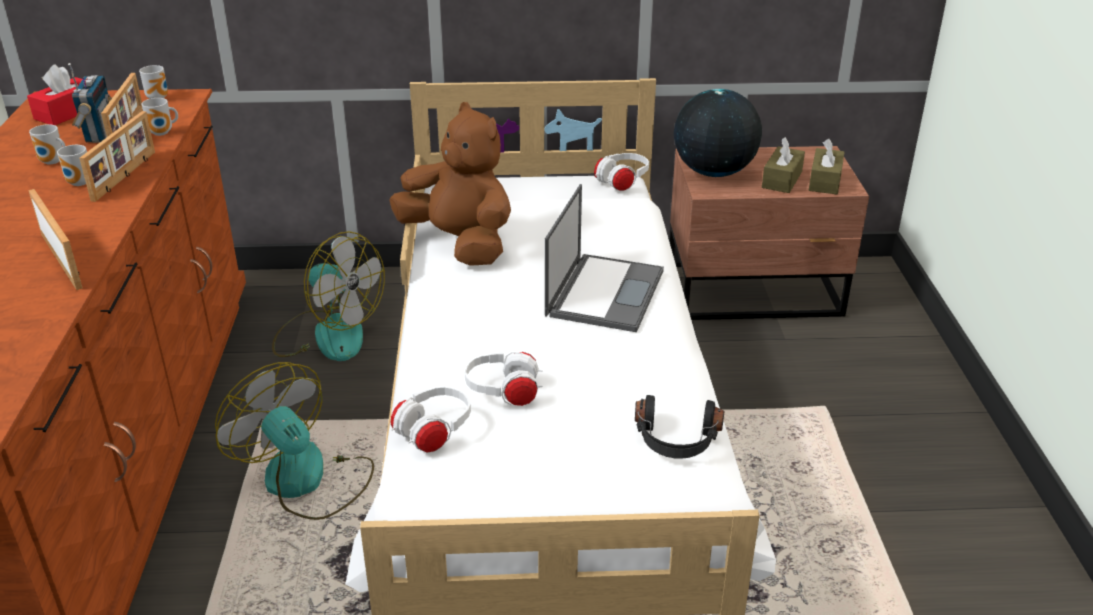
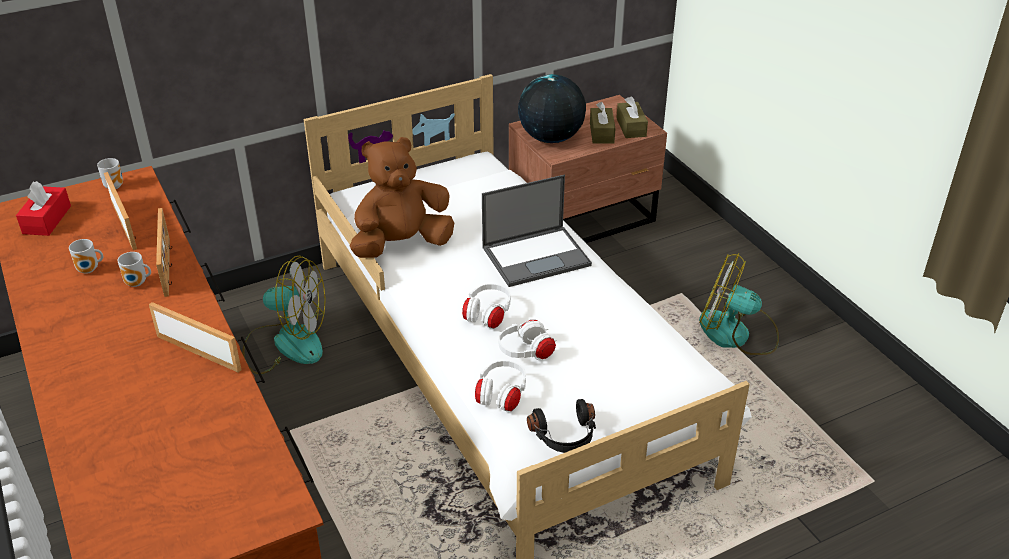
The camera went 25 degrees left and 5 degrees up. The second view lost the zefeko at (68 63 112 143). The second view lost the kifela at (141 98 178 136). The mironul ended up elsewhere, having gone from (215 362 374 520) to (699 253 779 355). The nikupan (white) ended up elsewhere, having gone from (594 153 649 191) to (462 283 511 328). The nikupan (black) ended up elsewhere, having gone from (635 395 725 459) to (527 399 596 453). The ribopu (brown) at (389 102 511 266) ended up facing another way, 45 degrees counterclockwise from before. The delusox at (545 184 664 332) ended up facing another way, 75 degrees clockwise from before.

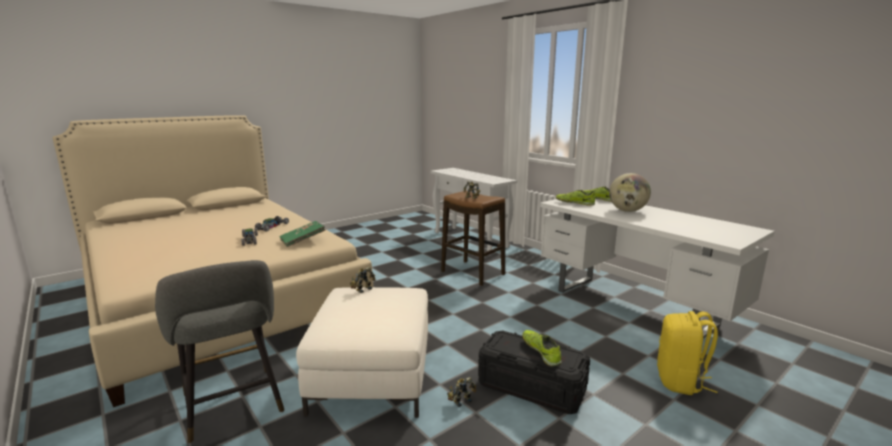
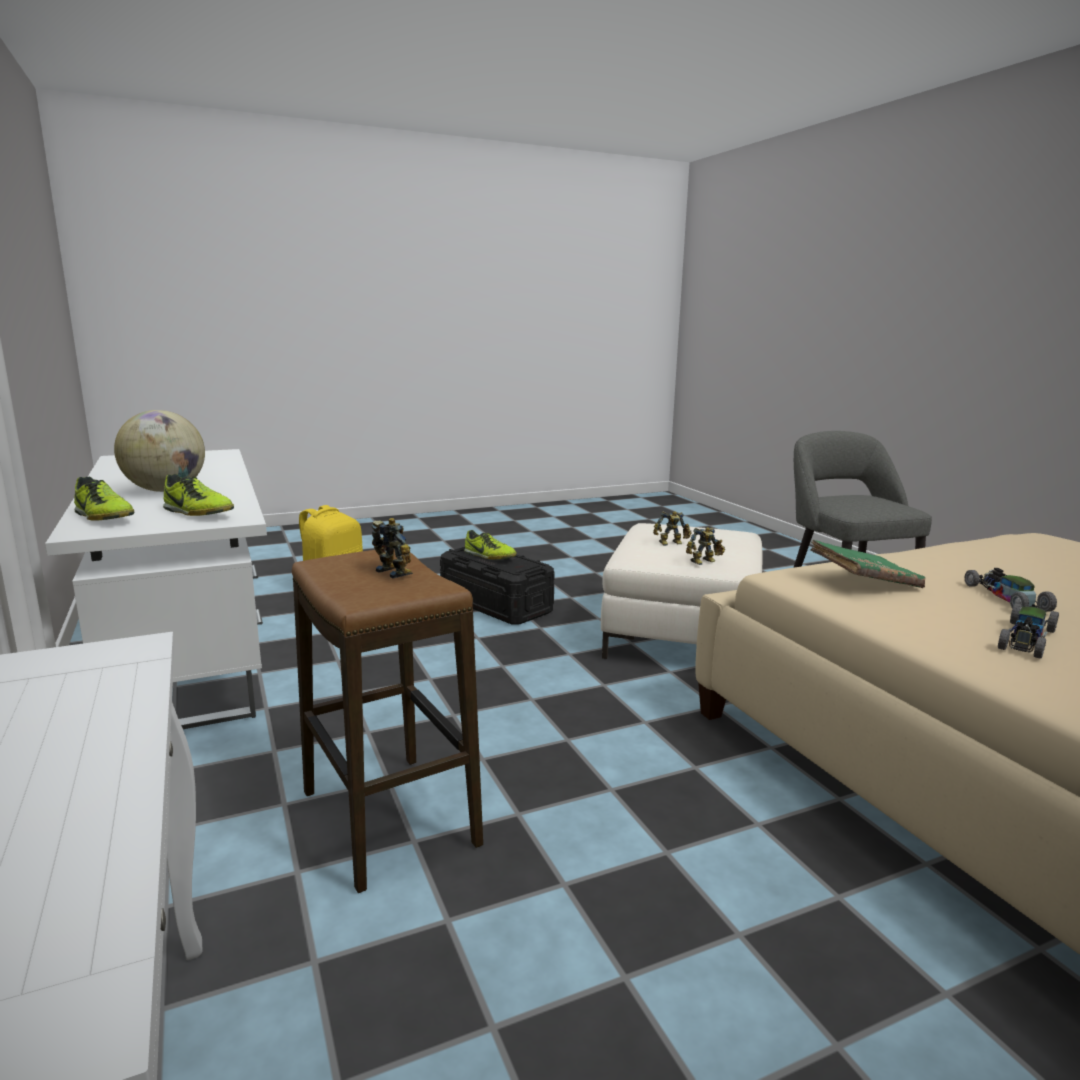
The camera went 165 degrees left and 0 degrees up. The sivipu ended up elsewhere, having gone from (447 377 476 407) to (653 511 691 546). The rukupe at (522 330 562 366) ended up facing another way, 45 degrees counterclockwise from before.

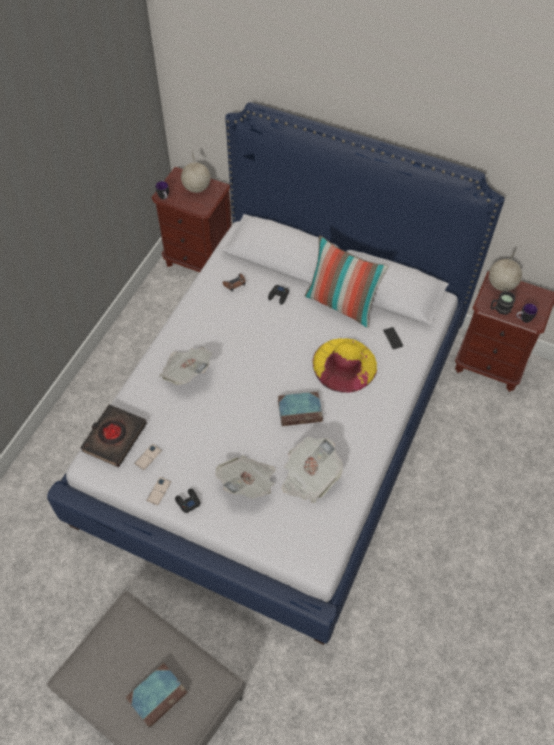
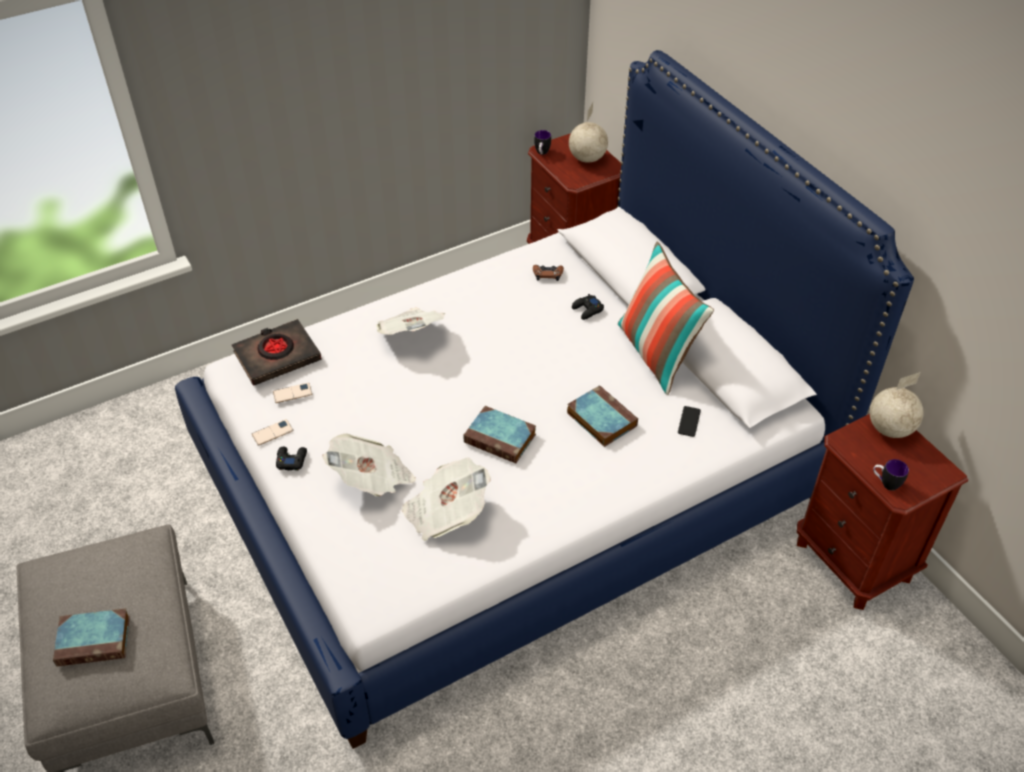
The camera went 35 degrees right and 10 degrees down. The second view lost the kifela (black) at (490 291 515 315). Where the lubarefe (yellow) stood at (312 338 377 393), the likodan came to stand at (567 385 638 447).

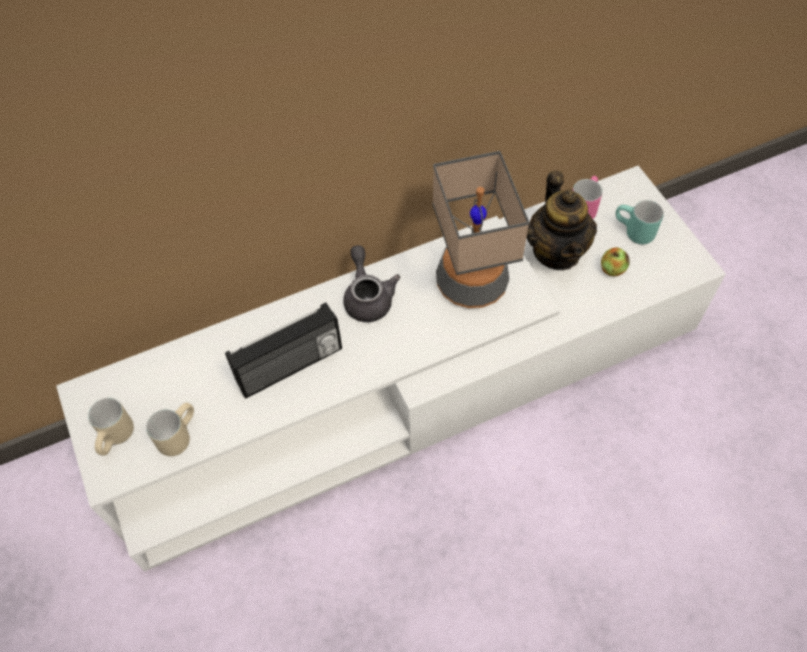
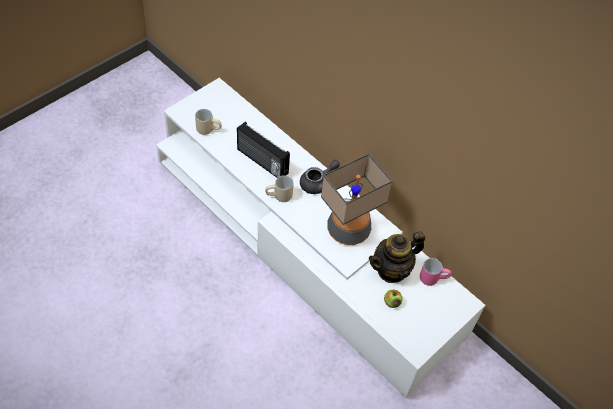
The camera went 65 degrees right and 5 degrees down. The second view lost the kifela (turquoise) at (616 200 664 244). The kifela (beige) ended up elsewhere, having gone from (88 398 134 456) to (265 175 294 202).

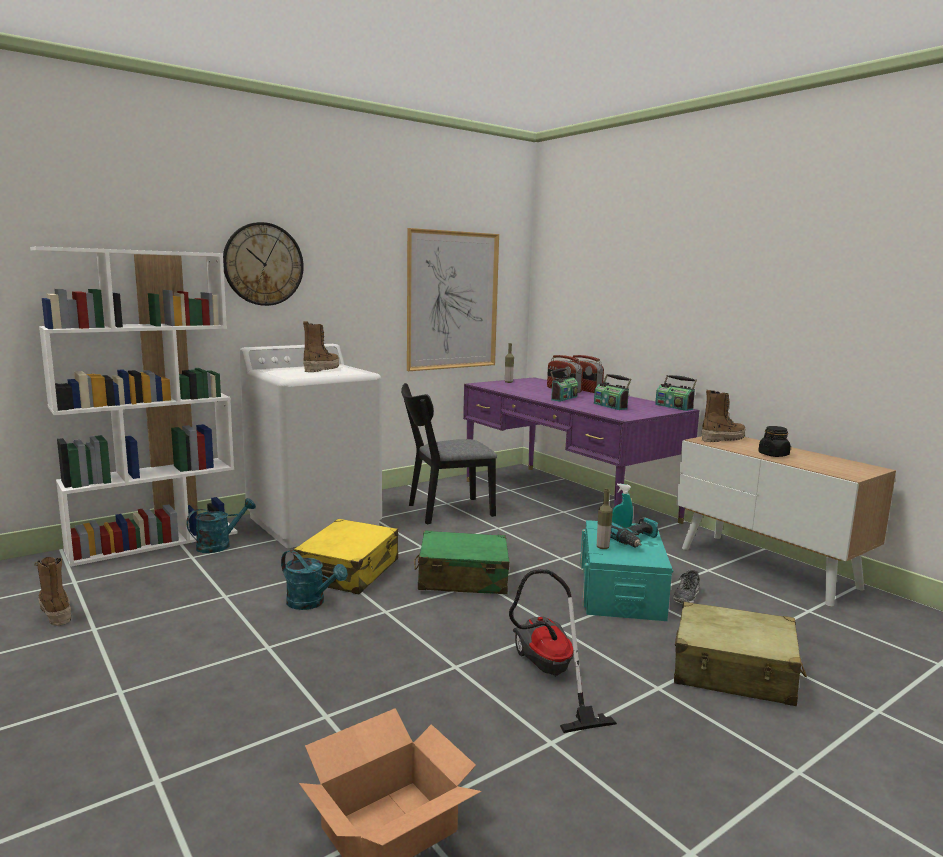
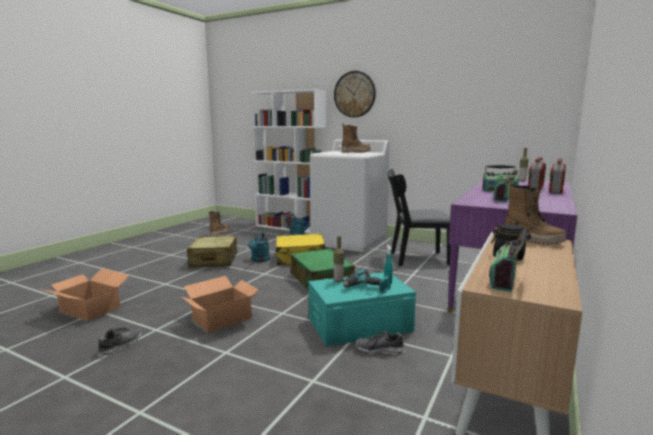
The camera went 65 degrees right and 0 degrees up. The second view lost the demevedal at (407 228 499 371). The second view gained the rukupe at (97 326 141 357). The zefeko ended up elsewhere, having gone from (655 375 697 411) to (489 229 527 292). The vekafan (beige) ended up elsewhere, having gone from (674 602 807 706) to (187 236 237 268). Where the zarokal stood at (509 569 617 733), the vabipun came to stand at (182 276 259 333). The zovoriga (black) at (401 383 497 524) ended up facing another way, 45 degrees counterclockwise from before.

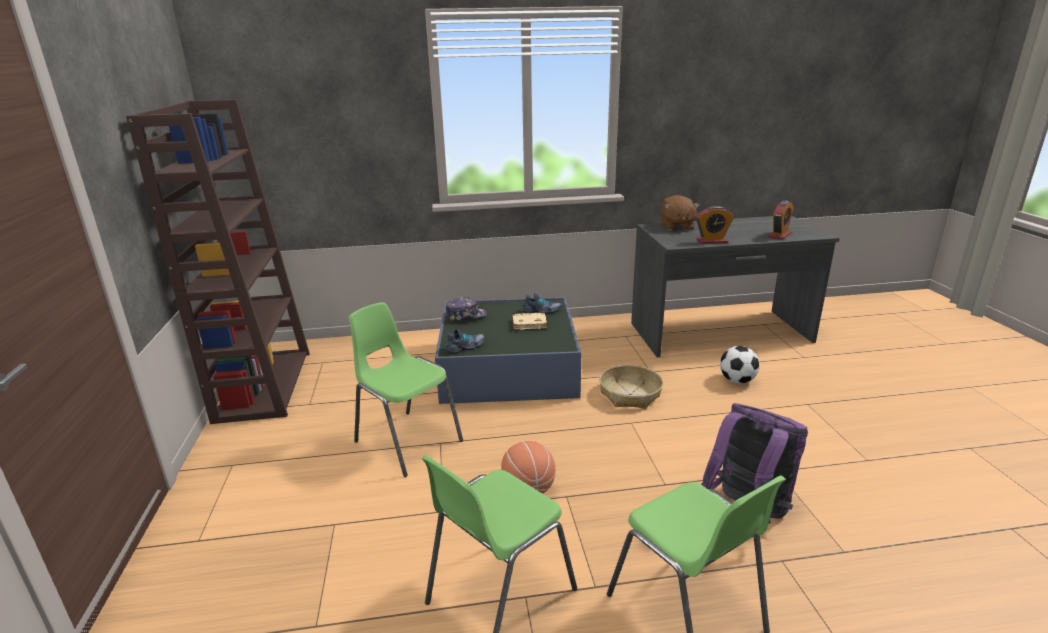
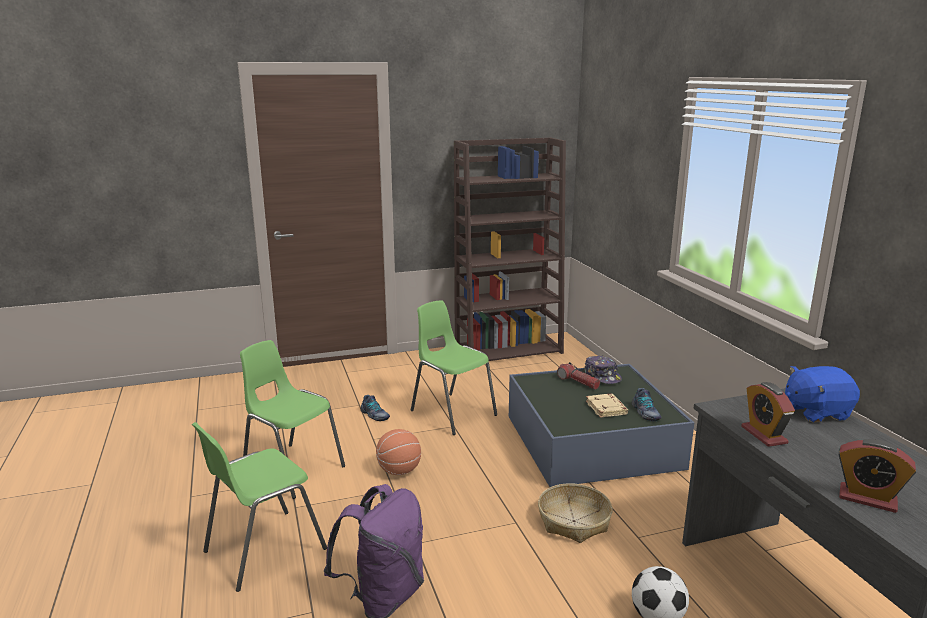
The camera went 80 degrees right and 5 degrees down. The second view gained the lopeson at (557 362 600 390). The rukupe ended up elsewhere, having gone from (445 329 485 354) to (361 395 390 421). What was the ribopu (brown) at (661 195 700 231) turned into the ribopu (blue) at (785 366 860 422). The zovoriga (green) at (349 302 463 477) ended up facing another way, 75 degrees counterclockwise from before.

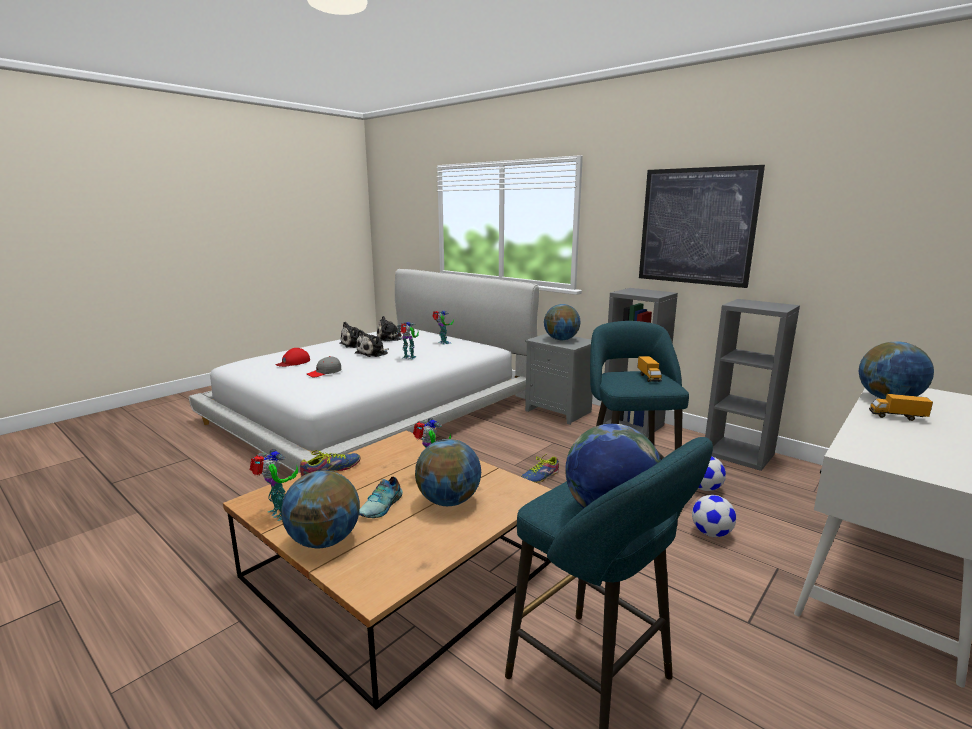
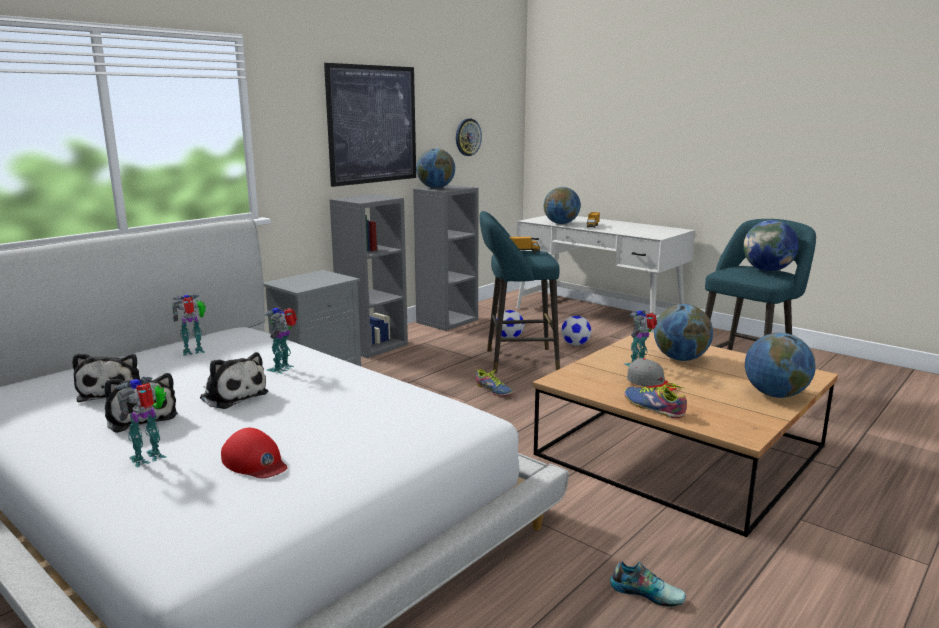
The camera went 90 degrees left and 0 degrees up. The second view gained the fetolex at (456 119 482 156). The sivipu ended up elsewhere, having gone from (250 449 298 521) to (115 377 167 467). The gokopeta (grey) ended up elsewhere, having gone from (307 356 342 378) to (627 358 677 391). The rukupe ended up elsewhere, having gone from (359 476 403 518) to (610 561 686 607). The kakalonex ended up elsewhere, having gone from (544 304 580 340) to (416 148 455 188).

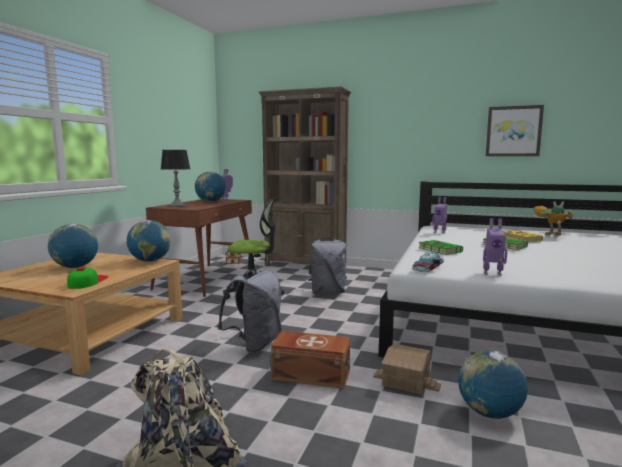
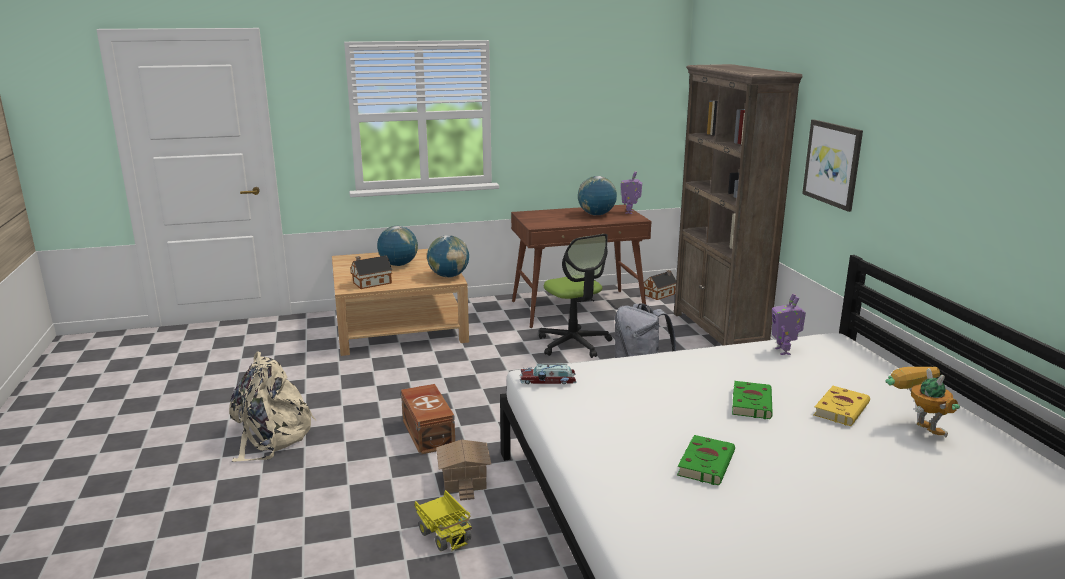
The camera went 55 degrees right and 10 degrees up. The second view lost the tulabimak at (161 150 190 207). The second view lost the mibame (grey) at (217 269 282 353). The second view lost the sivipu at (483 218 507 276). The likodan (green) ended up elsewhere, having gone from (419 240 463 255) to (677 435 735 486). The demevedal ended up elsewhere, having gone from (486 105 544 156) to (802 119 863 212). Where the gokopeta stood at (67 267 108 289), the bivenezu came to stand at (350 255 392 289). Where the kakalonex stood at (458 350 528 419), the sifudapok came to stand at (415 490 472 551).

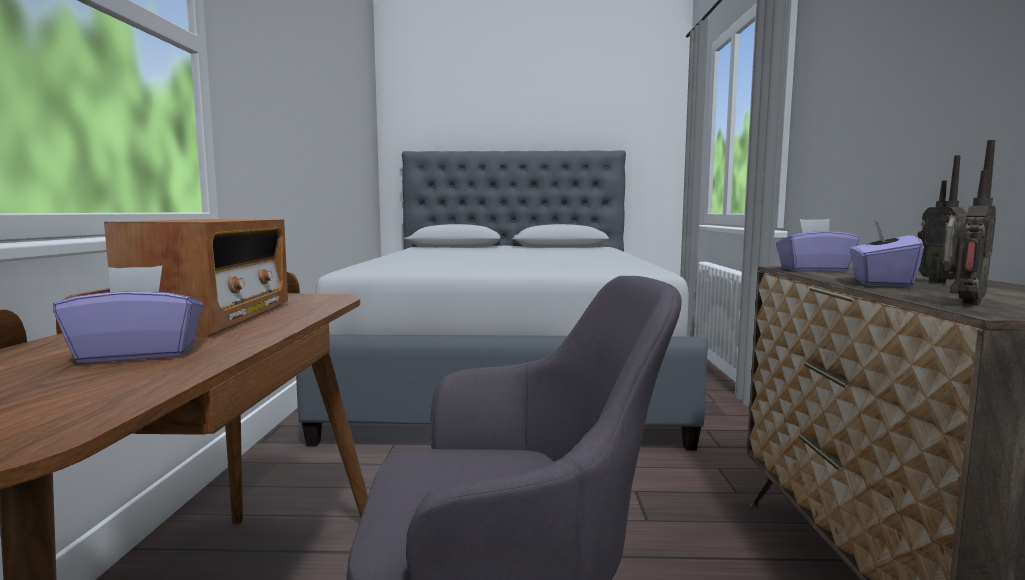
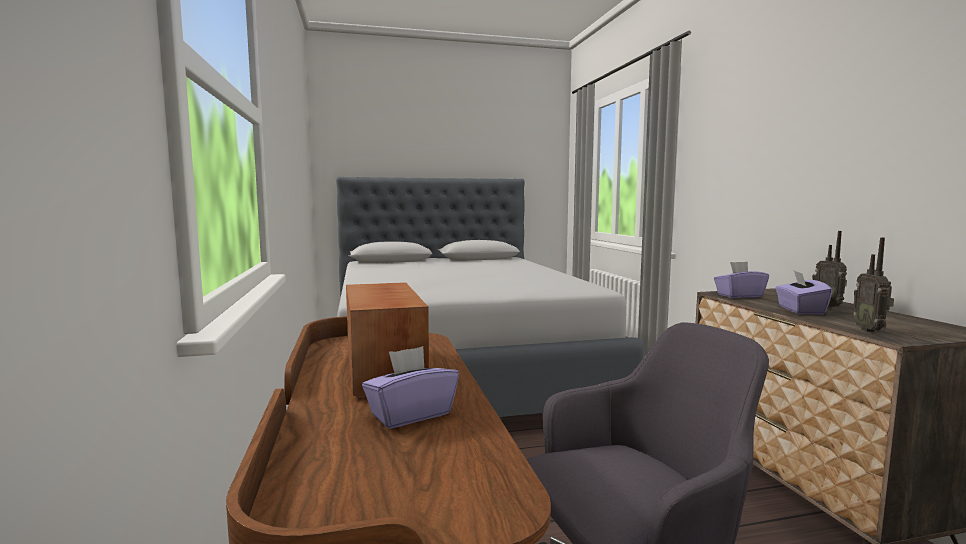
The camera went 15 degrees left and 0 degrees up. The zefeko at (942 140 996 305) ended up facing another way, 150 degrees clockwise from before.

